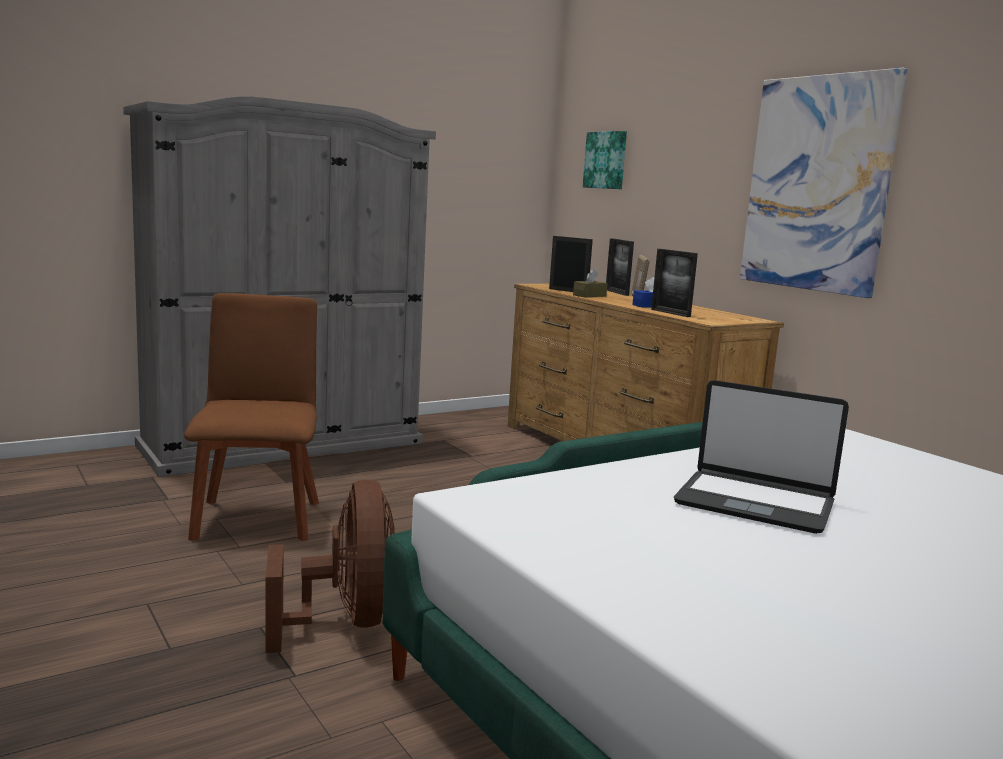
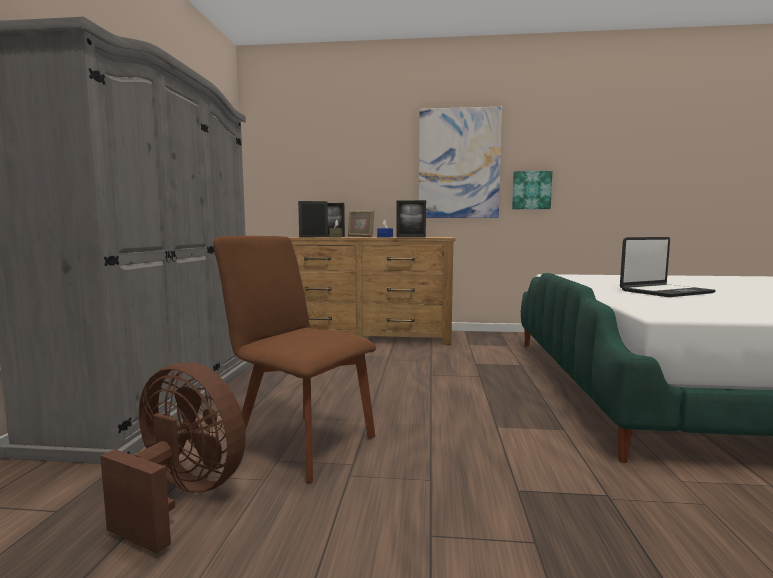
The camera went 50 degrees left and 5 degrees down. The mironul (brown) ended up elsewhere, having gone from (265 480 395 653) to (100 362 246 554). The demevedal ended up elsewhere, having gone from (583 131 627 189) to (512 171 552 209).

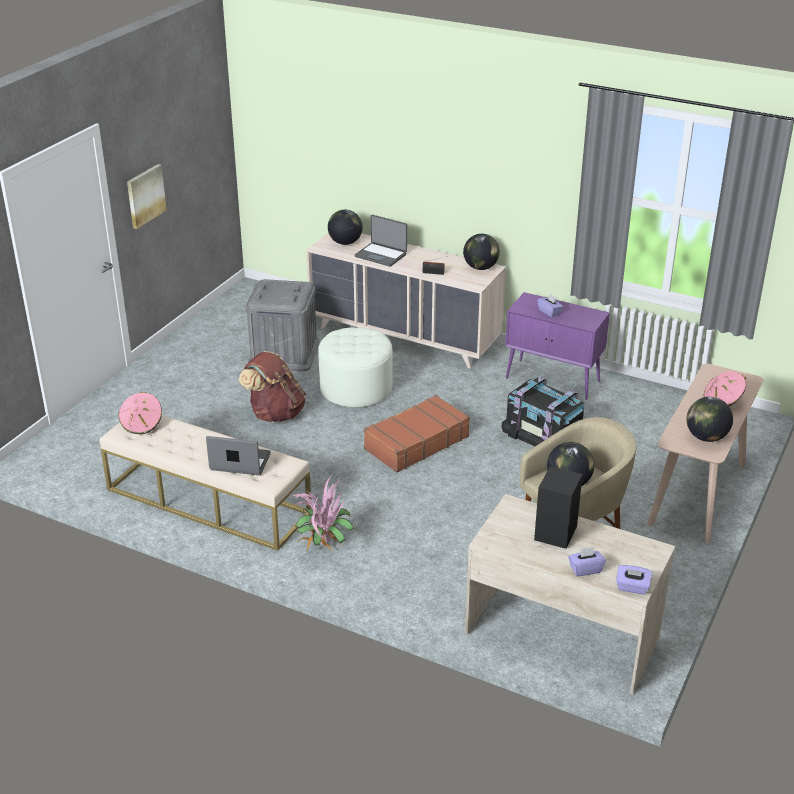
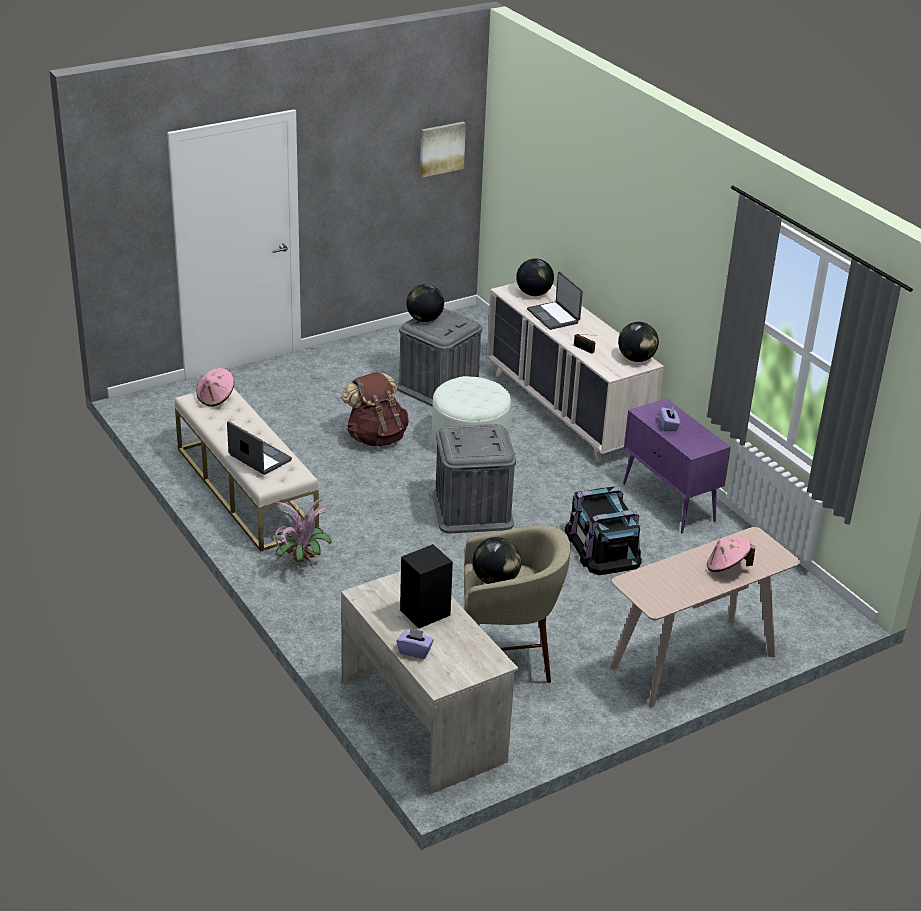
The camera went 30 degrees right and 0 degrees up. The second view lost the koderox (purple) at (616 565 652 595). The demevedal ended up elsewhere, having gone from (127 164 167 229) to (420 122 466 178). The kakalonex ended up elsewhere, having gone from (687 397 733 442) to (406 284 444 322). Where the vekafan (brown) stood at (364 395 470 473), the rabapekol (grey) came to stand at (432 424 516 534).

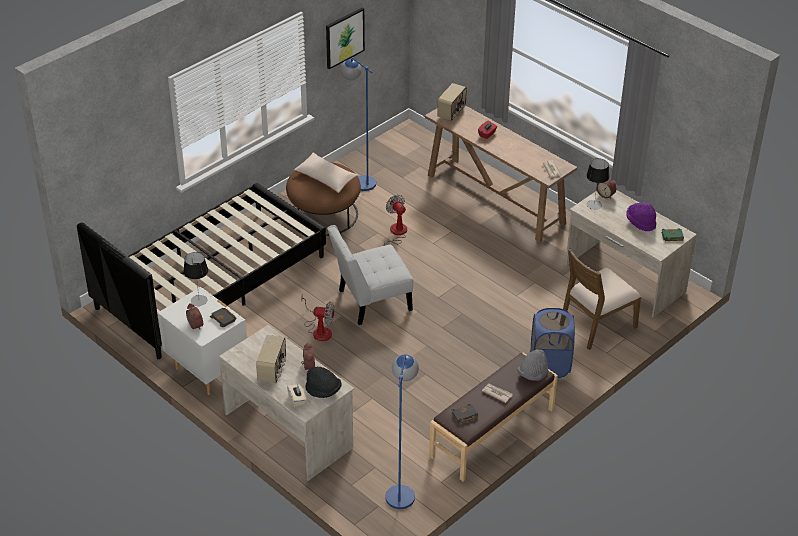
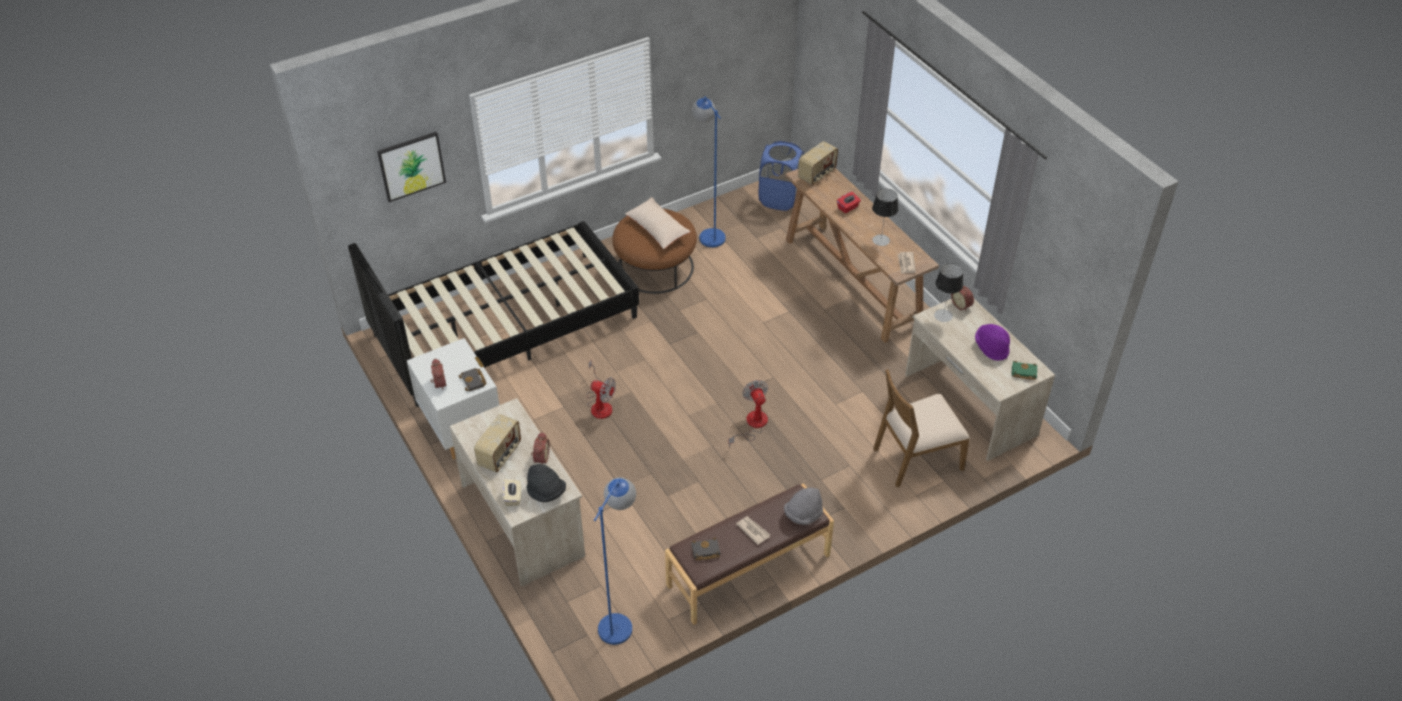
The camera went 15 degrees right and 5 degrees up. The second view lost the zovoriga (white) at (327 225 413 325). The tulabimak ended up elsewhere, having gone from (183 252 208 306) to (872 189 898 246). The demevedal ended up elsewhere, having gone from (326 8 365 69) to (377 132 446 202). The mironul ended up elsewhere, having gone from (383 195 407 246) to (729 380 768 447). The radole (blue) ended up elsewhere, having gone from (531 308 575 378) to (759 141 804 211).

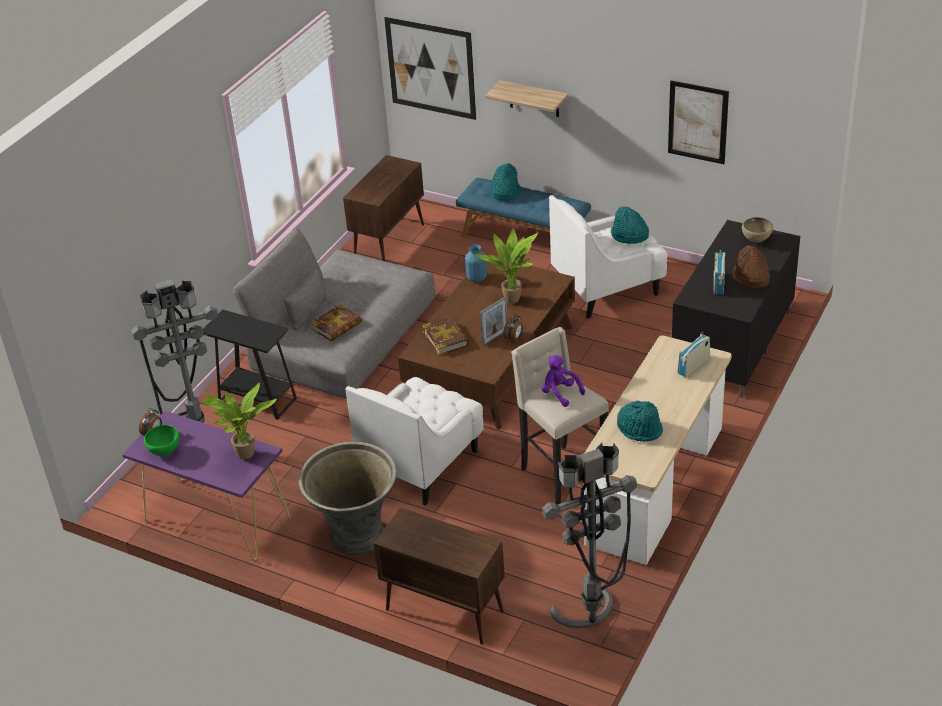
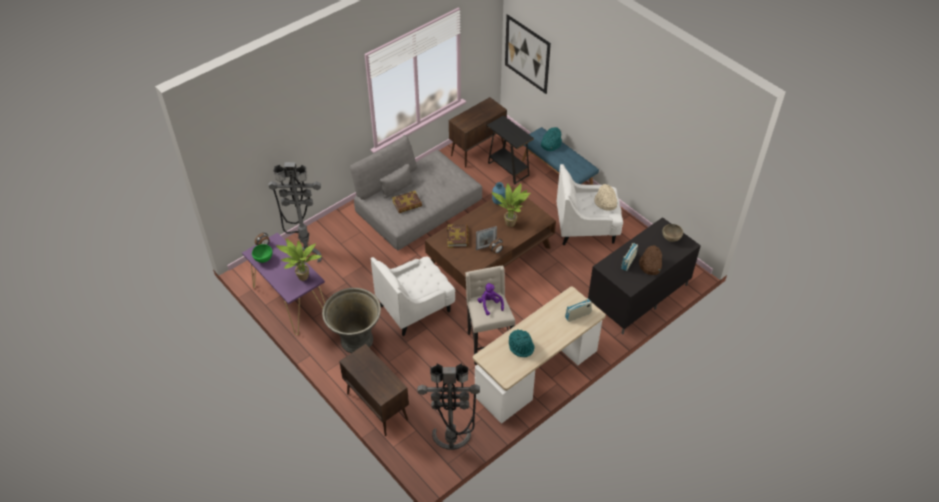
The camera went 20 degrees right and 10 degrees up. The second view lost the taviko at (485 80 568 117). The second view lost the demevedal at (668 80 729 164). The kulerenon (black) ended up elsewhere, having gone from (203 309 297 420) to (487 115 534 185). What was the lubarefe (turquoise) at (611 206 649 244) turned into the lubarefe (beige) at (594 184 618 211).

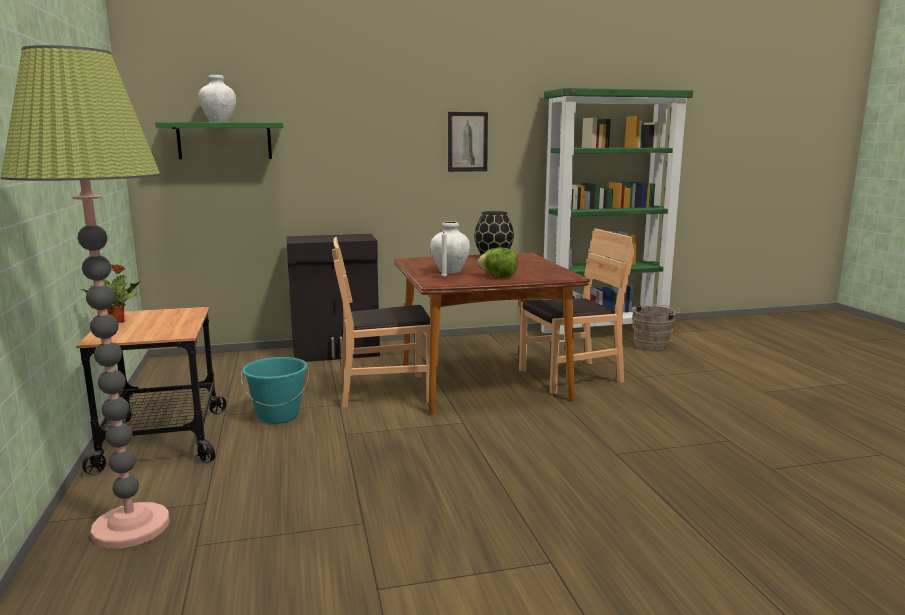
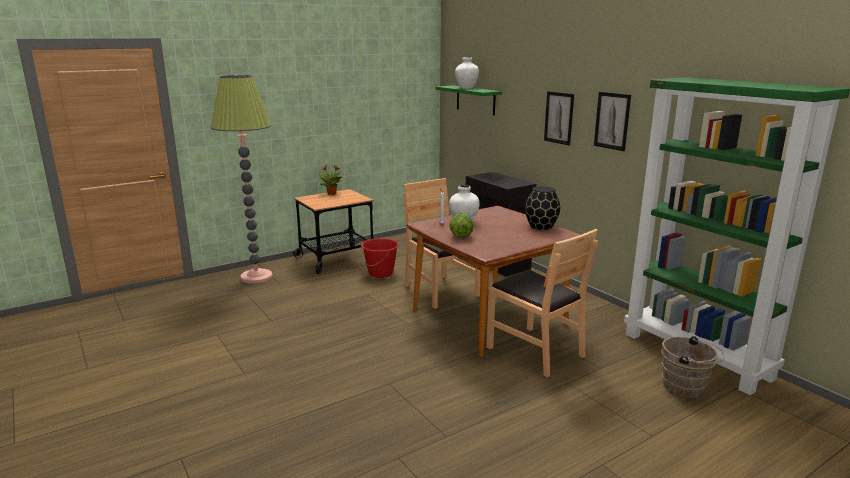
The camera went 70 degrees right and 5 degrees up. The second view gained the demevedal at (544 91 574 146). What was the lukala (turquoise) at (241 357 309 424) turned into the lukala (red) at (361 238 399 278).

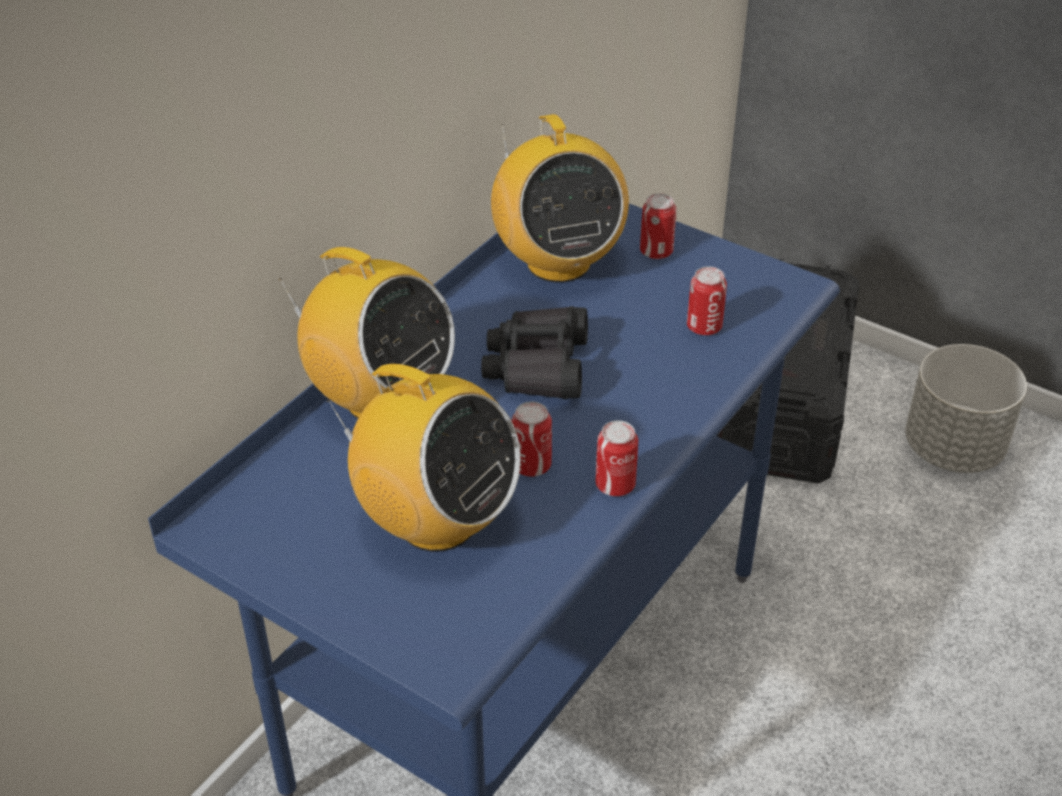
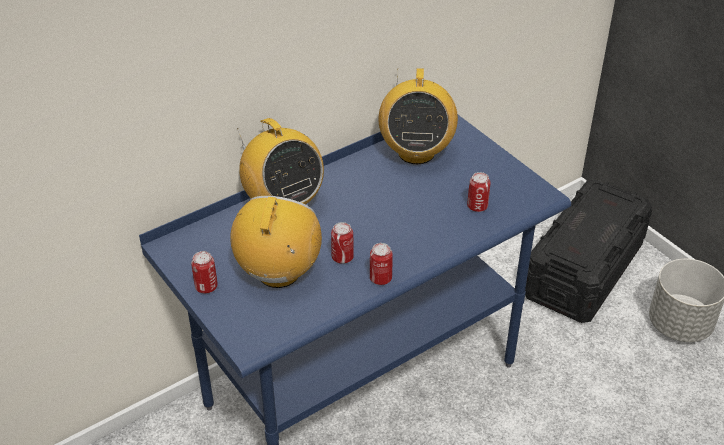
The camera went 20 degrees right and 0 degrees up. The second view lost the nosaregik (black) at (481 306 588 399). The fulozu ended up elsewhere, having gone from (640 193 676 259) to (191 251 218 293). The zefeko at (327 364 521 552) ended up facing another way, 135 degrees counterclockwise from before.

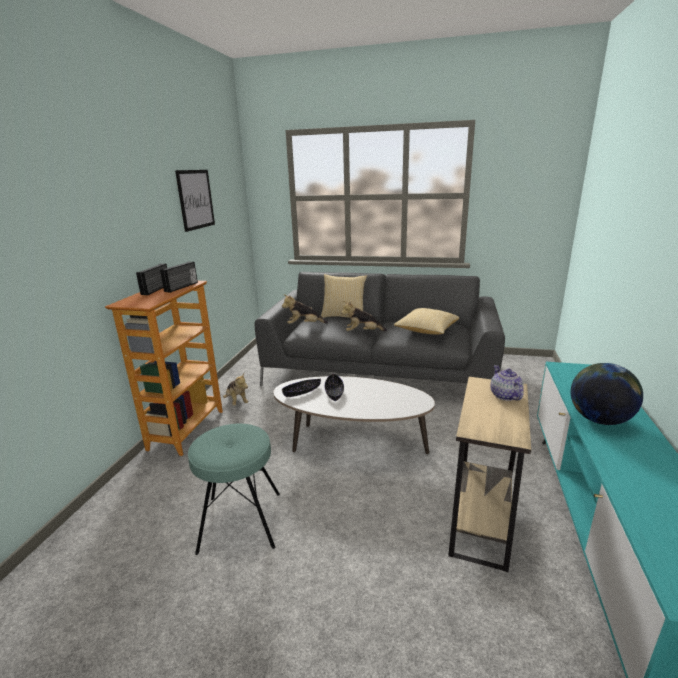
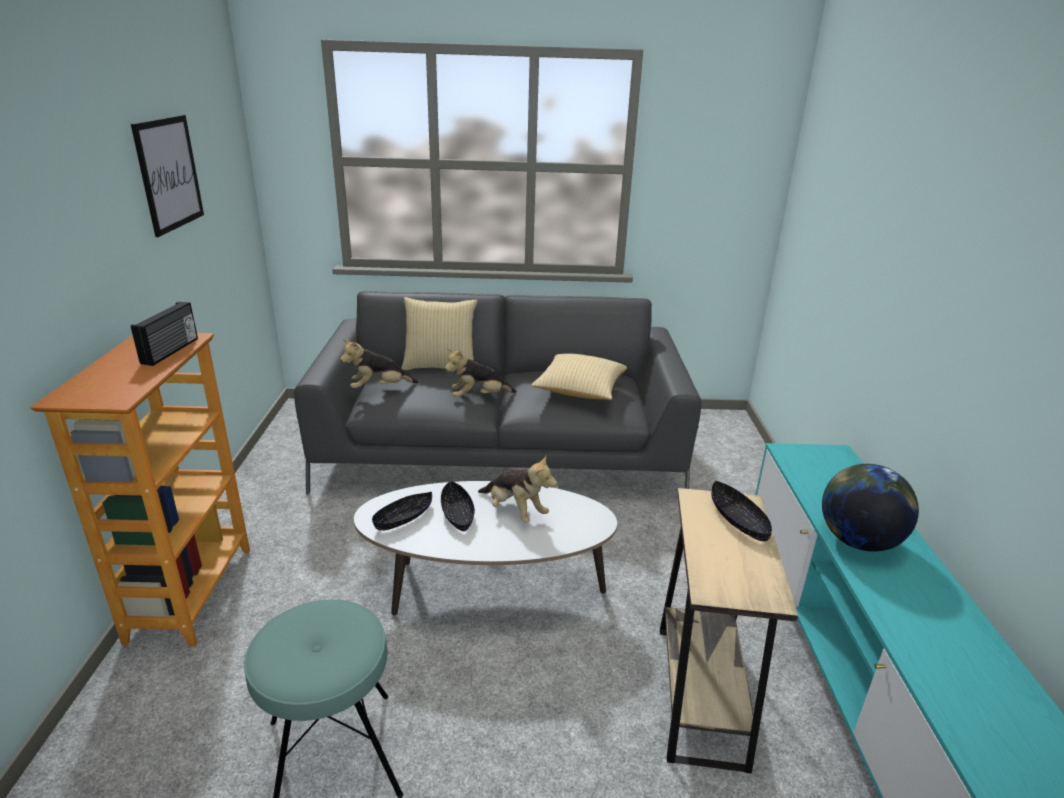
The camera went 15 degrees left and 5 degrees up. The second view lost the zefeko at (136 264 167 295). The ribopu ended up elsewhere, having gone from (223 374 248 406) to (478 455 557 522). Where the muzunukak stood at (491 365 524 401), the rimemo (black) came to stand at (711 481 772 542).

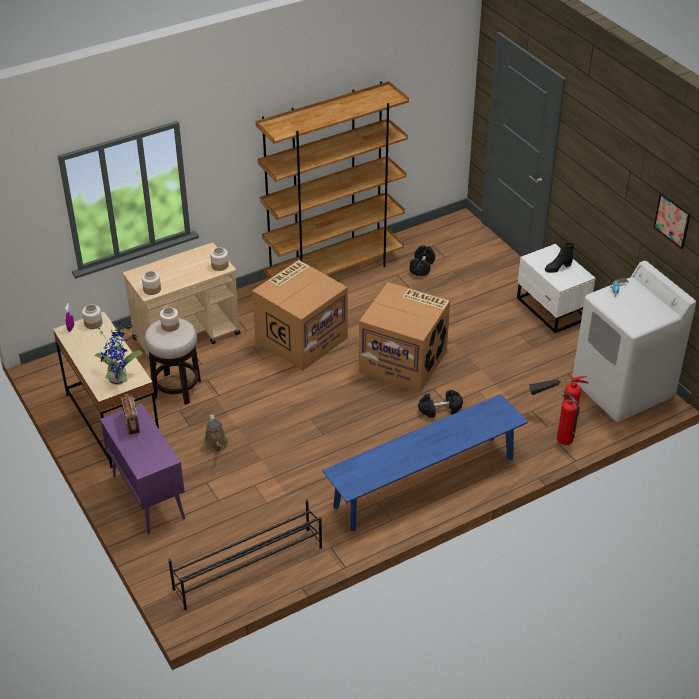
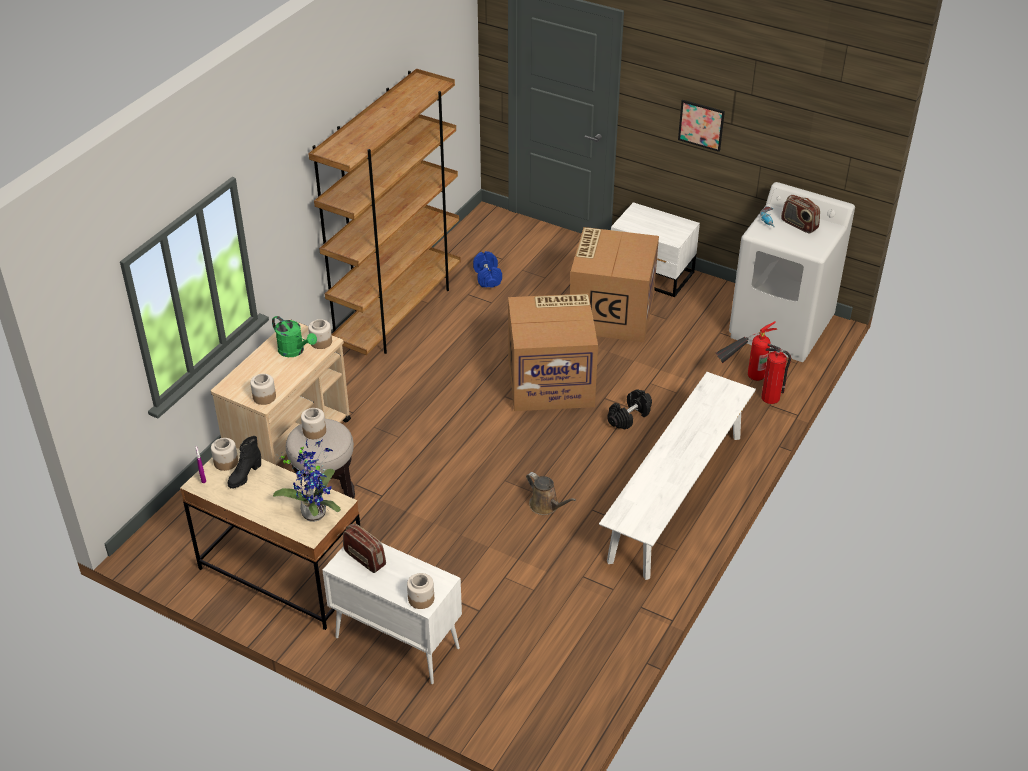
The camera went 30 degrees left and 0 degrees up. The second view lost the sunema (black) at (168 499 322 610). The second view gained the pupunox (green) at (272 316 317 357). The second view gained the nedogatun at (407 573 434 609). The second view gained the zefeko at (781 195 820 234). The pupunox (brown) ended up elsewhere, having gone from (204 415 229 452) to (526 472 576 515). The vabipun ended up elsewhere, having gone from (252 260 348 371) to (570 227 659 342). The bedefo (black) ended up elsewhere, having gone from (545 243 574 273) to (228 436 261 489). The demevedal ended up elsewhere, having gone from (653 192 691 249) to (678 100 725 152). What was the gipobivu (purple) at (100 403 185 534) turned into the gipobivu (white) at (322 543 462 684). What was the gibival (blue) at (322 394 528 531) turned into the gibival (white) at (599 372 756 580). What was the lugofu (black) at (410 245 435 276) turned into the lugofu (blue) at (473 251 502 288).

